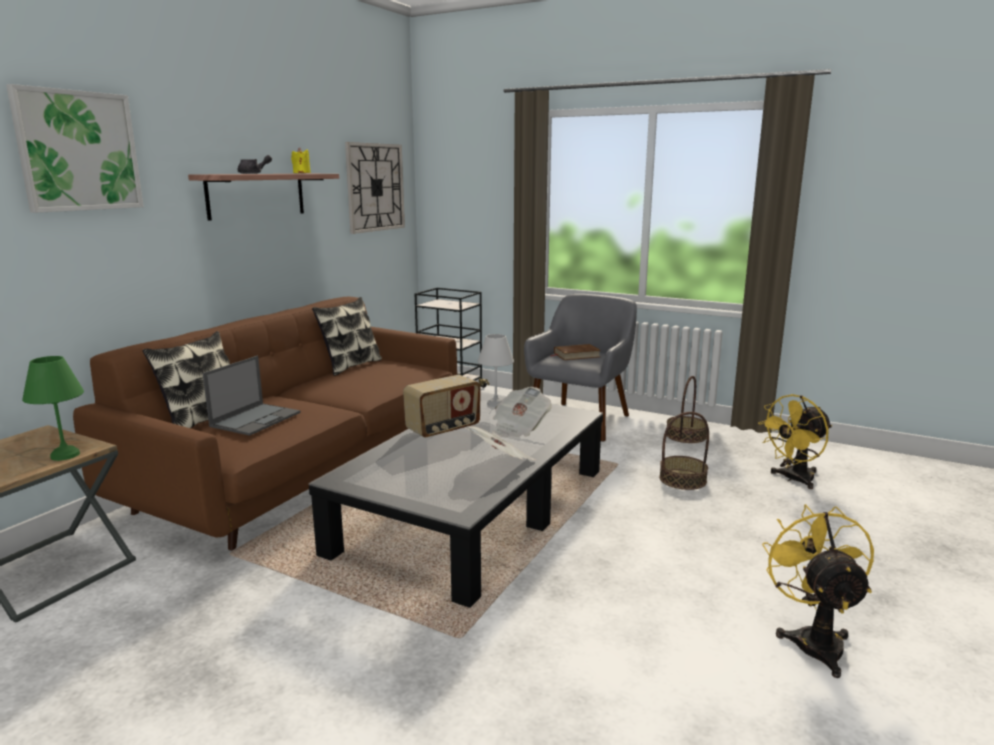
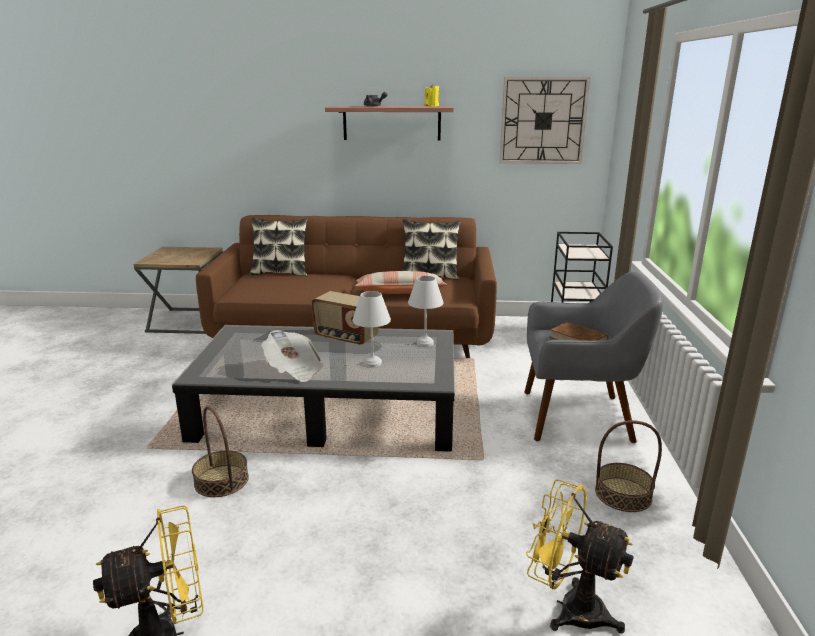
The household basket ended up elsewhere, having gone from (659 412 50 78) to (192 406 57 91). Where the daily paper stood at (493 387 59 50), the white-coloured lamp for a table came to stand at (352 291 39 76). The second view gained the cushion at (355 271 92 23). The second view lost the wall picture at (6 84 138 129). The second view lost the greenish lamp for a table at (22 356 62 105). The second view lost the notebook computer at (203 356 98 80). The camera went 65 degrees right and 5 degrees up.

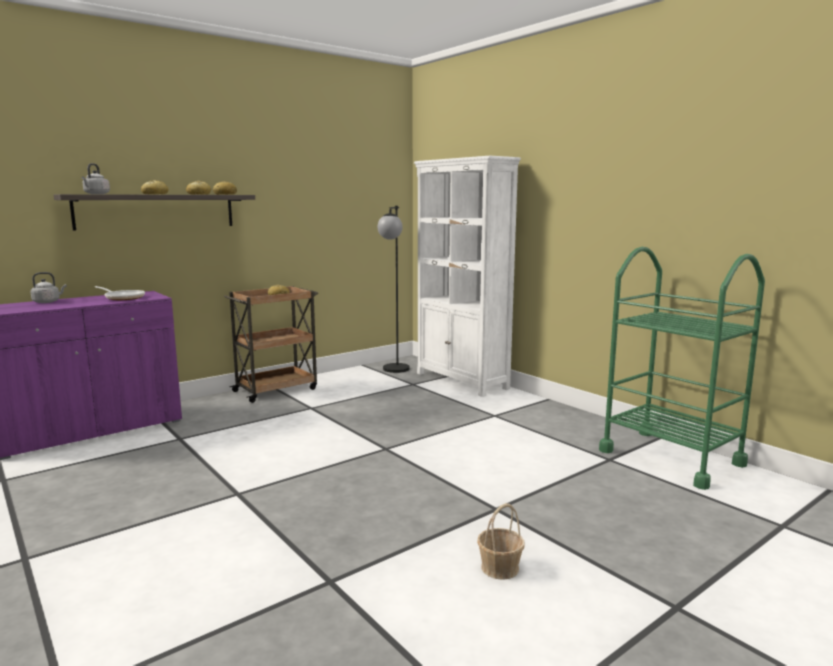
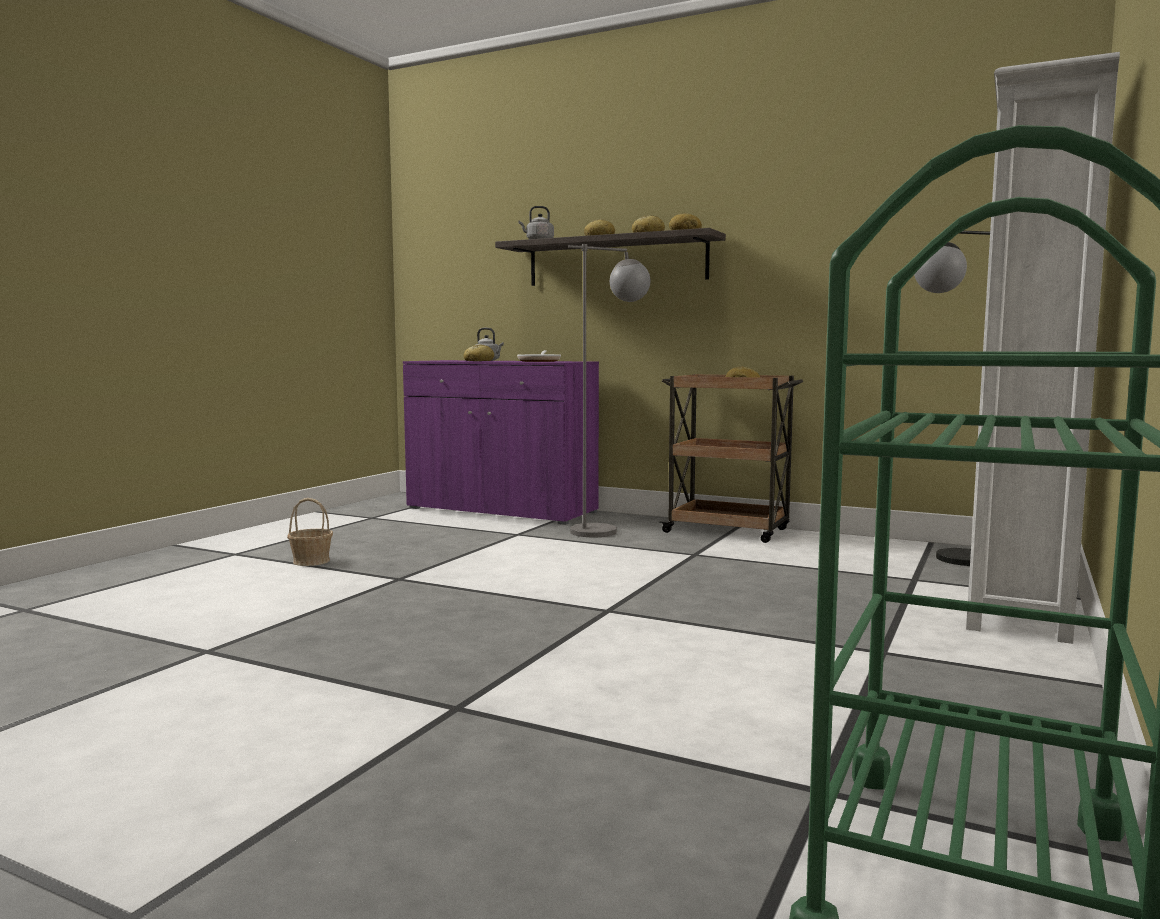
The household basket ended up elsewhere, having gone from (477 503 48 77) to (287 498 46 68). The second view gained the baked bread at (464 344 30 17). The second view gained the grey standing lamp at (568 244 82 293). The camera went 65 degrees right and 5 degrees down.

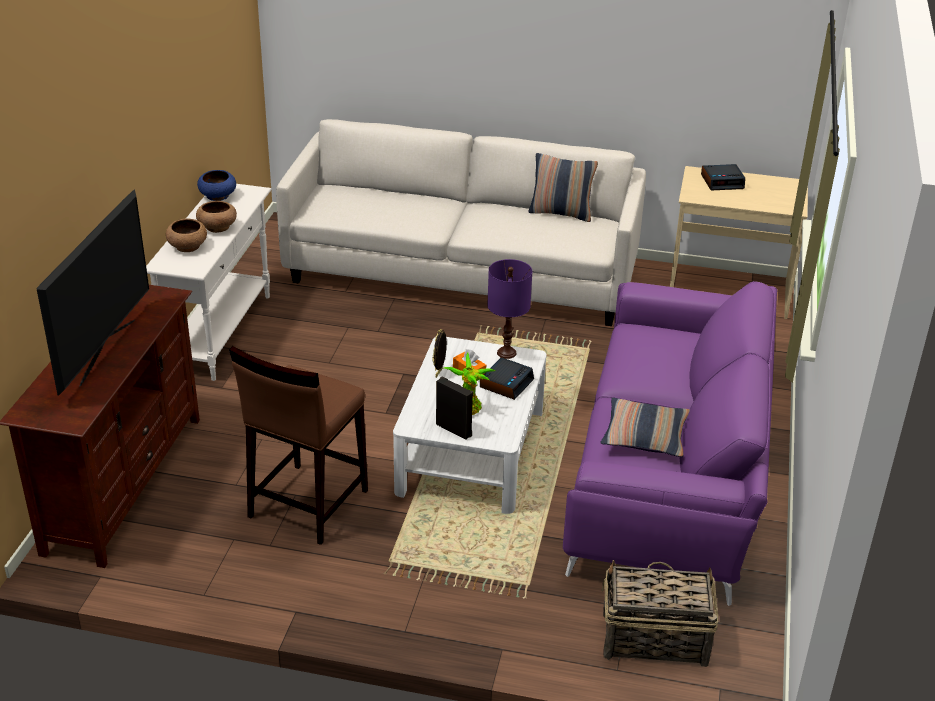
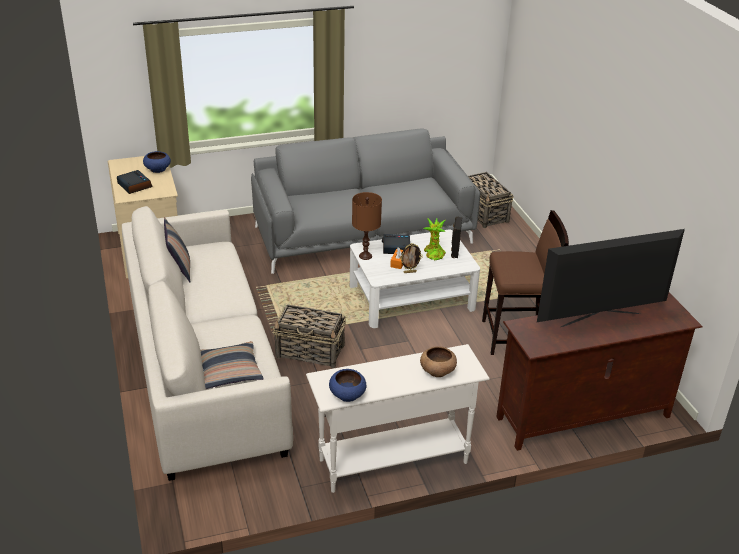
The second view gained the blue-coloured deep dish at (143 151 28 22). The cushion ended up elsewhere, having gone from (600 397 90 60) to (200 341 64 48). What was the purplish sofa at (563 281 214 325) turned into the grey sofa at (251 129 229 145). The second view gained the household basket at (273 305 73 63). What was the purplish lamp for a table at (487 259 45 100) turned into the brownish lamp for a table at (352 192 30 68). The second view lost the brownish deep dish at (196 201 41 32). The camera went 120 degrees left and 0 degrees up.

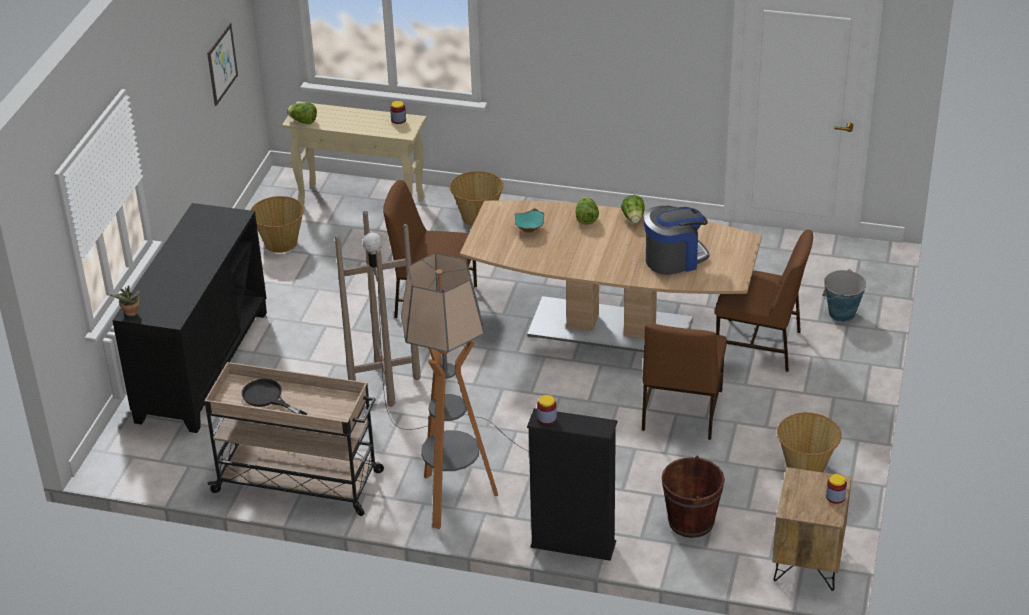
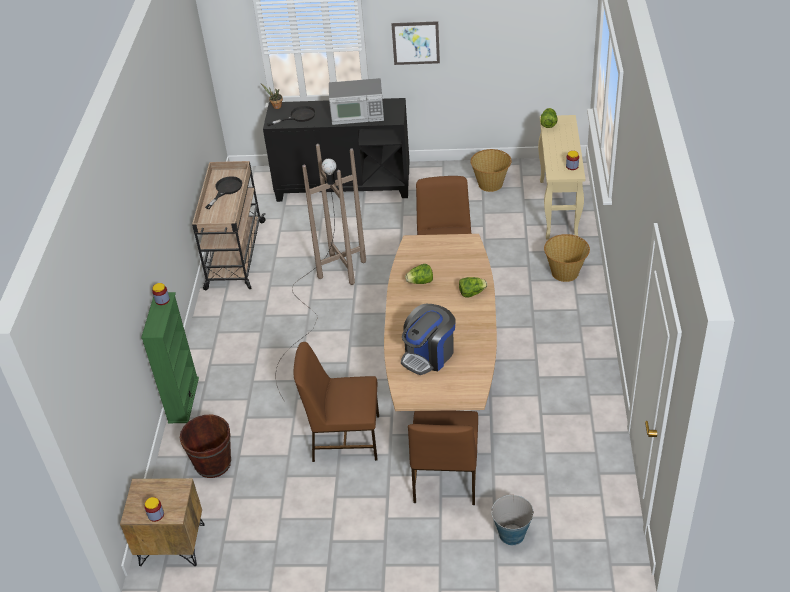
What was the black shelving unit at (527 408 91 153) turned into the greenish shelving unit at (141 292 58 131). The second view gained the black pan at (267 106 49 20). The second view gained the microwave at (329 78 55 47). The wall picture ended up elsewhere, having gone from (207 23 31 83) to (391 21 49 44). The coffee machine at (644 206 66 69) ended up facing another way, 75 degrees clockwise from before. The lettuce ended up elsewhere, having gone from (621 195 24 28) to (405 264 28 20). The second view lost the standing lamp at (401 253 97 276). The second view lost the turquoise deep dish at (515 209 29 24). The second view lost the household basket at (777 412 65 60). The camera went 80 degrees right and 5 degrees up.

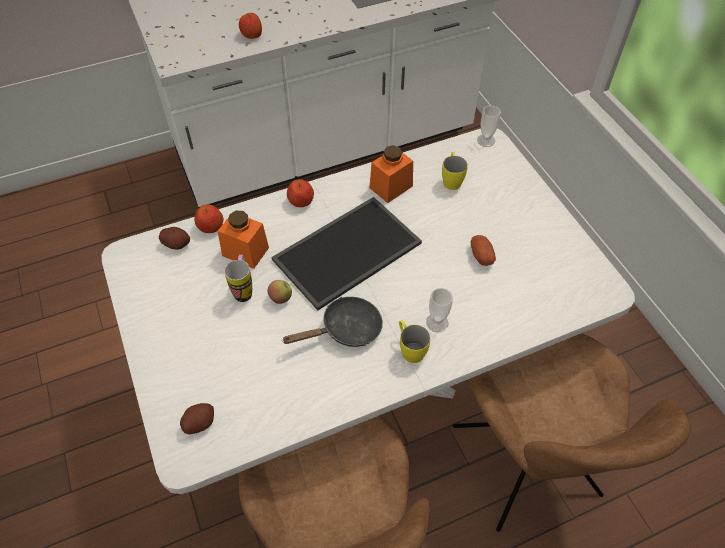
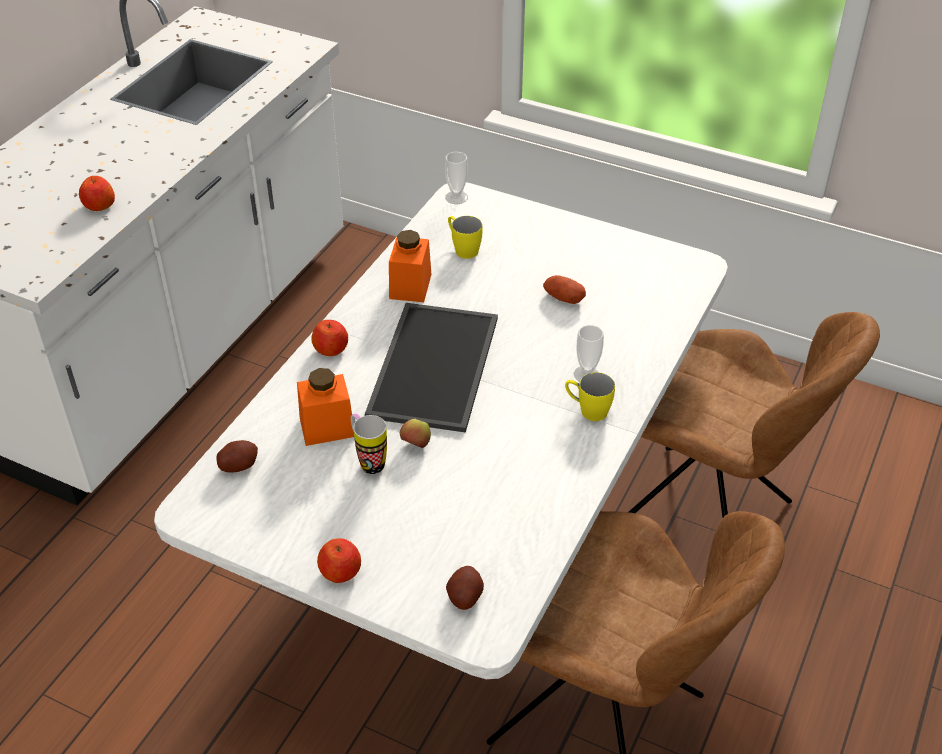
The apple fruit ended up elsewhere, having gone from (194 204 29 29) to (317 538 44 45). The second view lost the black pan at (282 297 101 50). The camera went 40 degrees left and 10 degrees down.

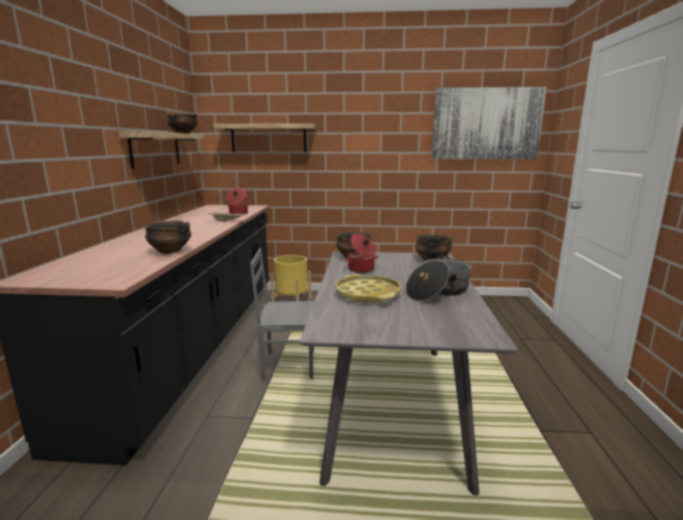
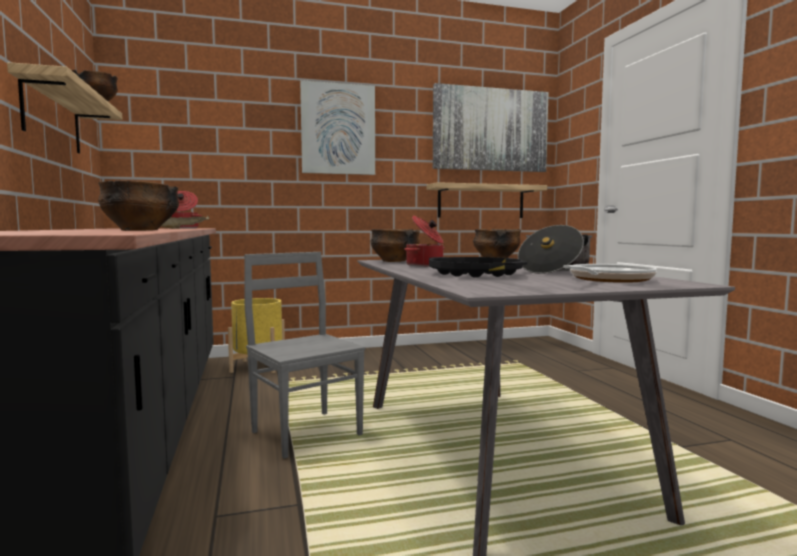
The grey upright chair at (250 248 64 133) ended up facing another way, 75 degrees clockwise from before. The second view gained the wall picture at (300 80 75 95). The shelf ended up elsewhere, having gone from (213 123 103 29) to (426 182 121 36). What was the yellow serving tray at (335 274 66 29) turned into the black serving tray at (429 257 98 21). The second view gained the pan at (563 264 94 19). The camera went 20 degrees left and 10 degrees down.

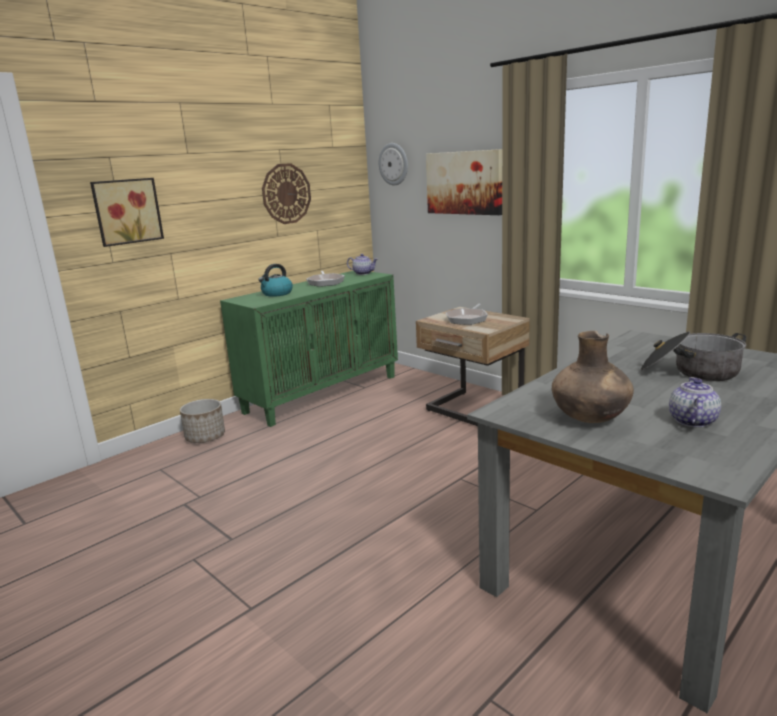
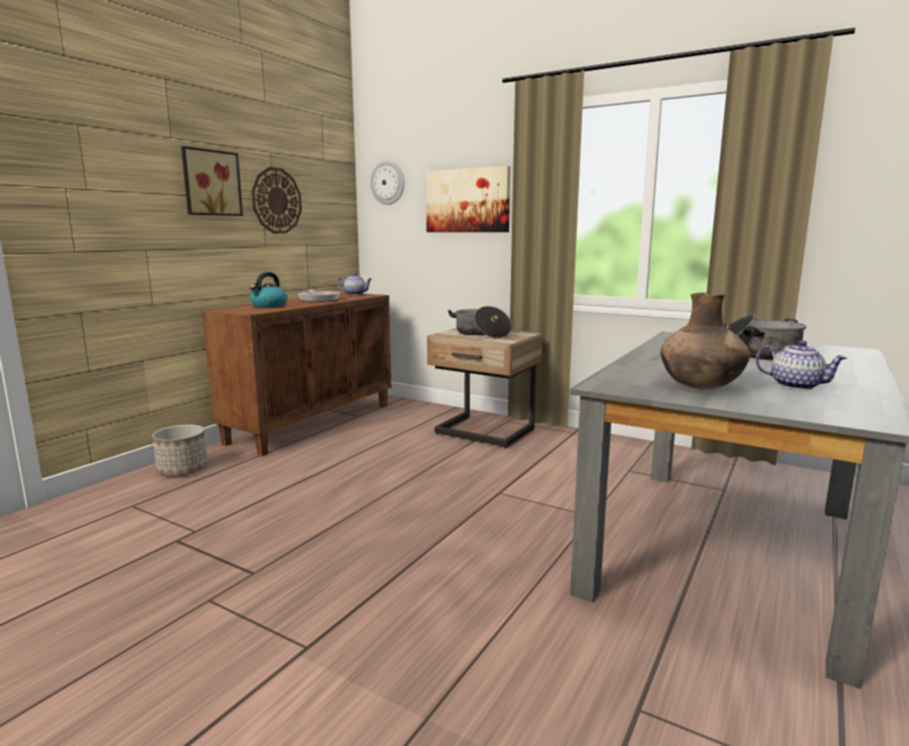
The wall picture ended up elsewhere, having gone from (90 178 74 69) to (181 146 62 70). What was the greenish cabinet at (220 271 178 156) turned into the brownish cabinet at (202 292 189 164). Where the pan stood at (446 303 42 22), the saucepot came to stand at (448 306 64 32). The tea pot at (669 377 52 51) ended up facing another way, 120 degrees clockwise from before. The camera went 15 degrees left and 5 degrees down.

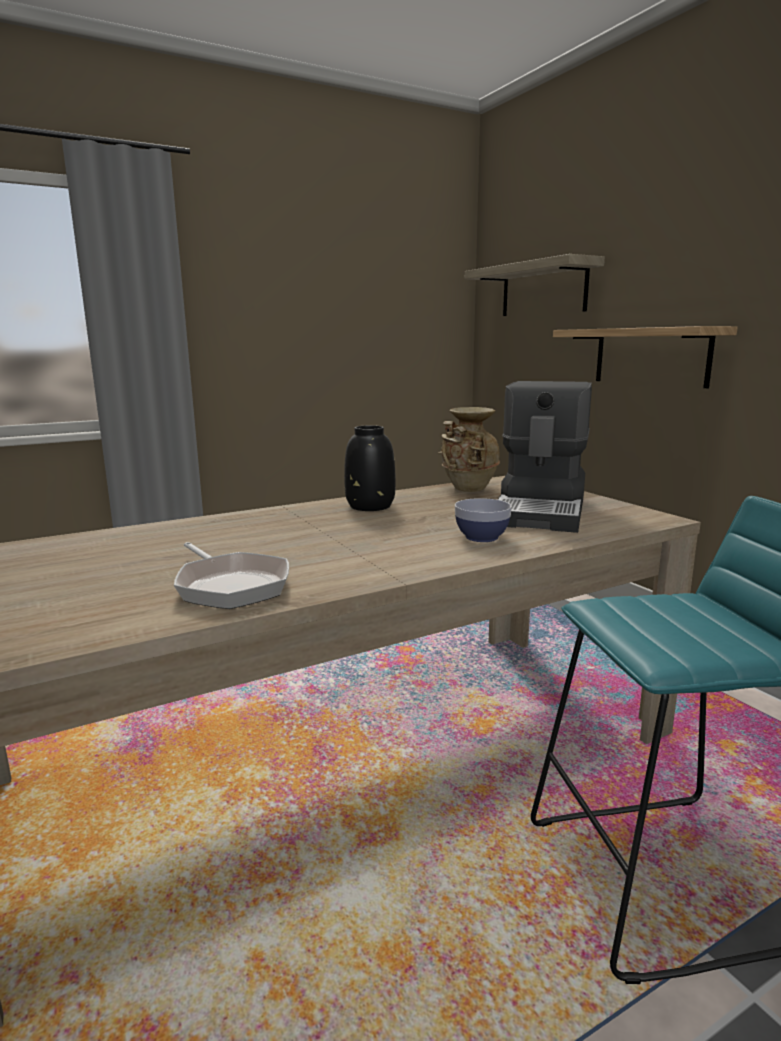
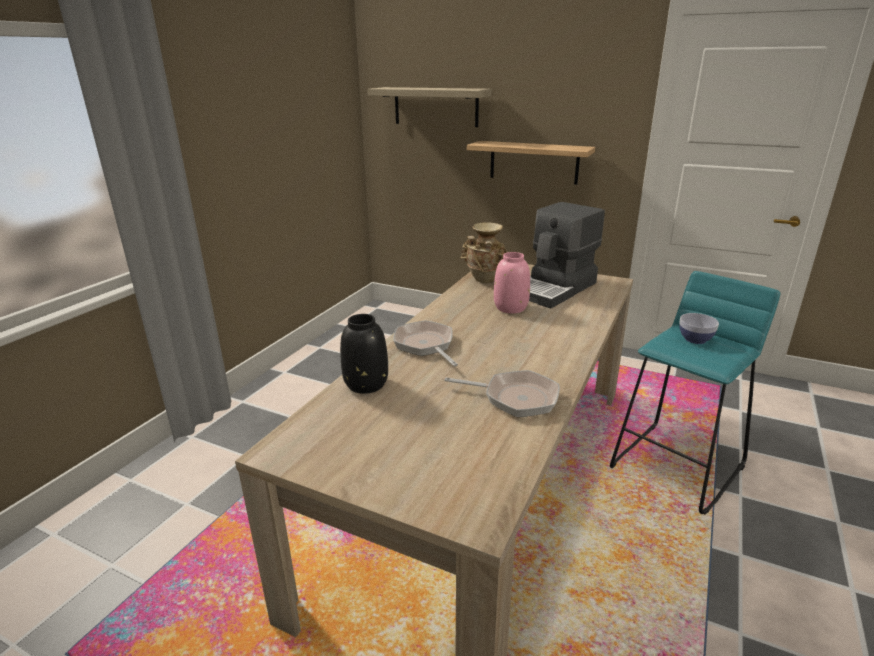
The black decorative vase ended up elsewhere, having gone from (344 425 52 86) to (340 314 48 80). The second view gained the pan at (393 320 65 47). The second view gained the pink decorative vase at (494 252 36 62). The coffee machine at (497 381 95 152) ended up facing another way, 60 degrees clockwise from before. The deep dish ended up elsewhere, having gone from (455 498 57 44) to (679 313 40 31). The camera went 35 degrees left and 10 degrees up.

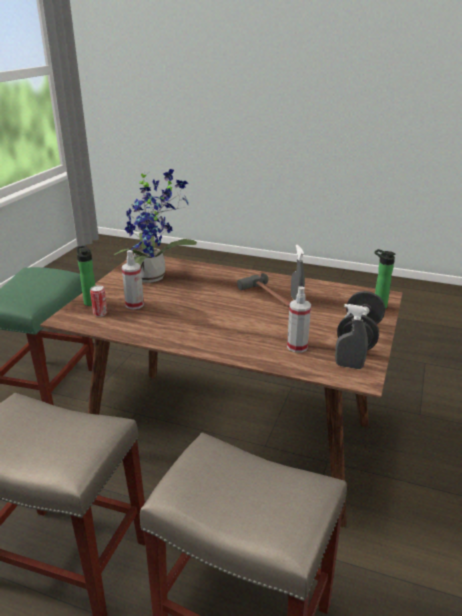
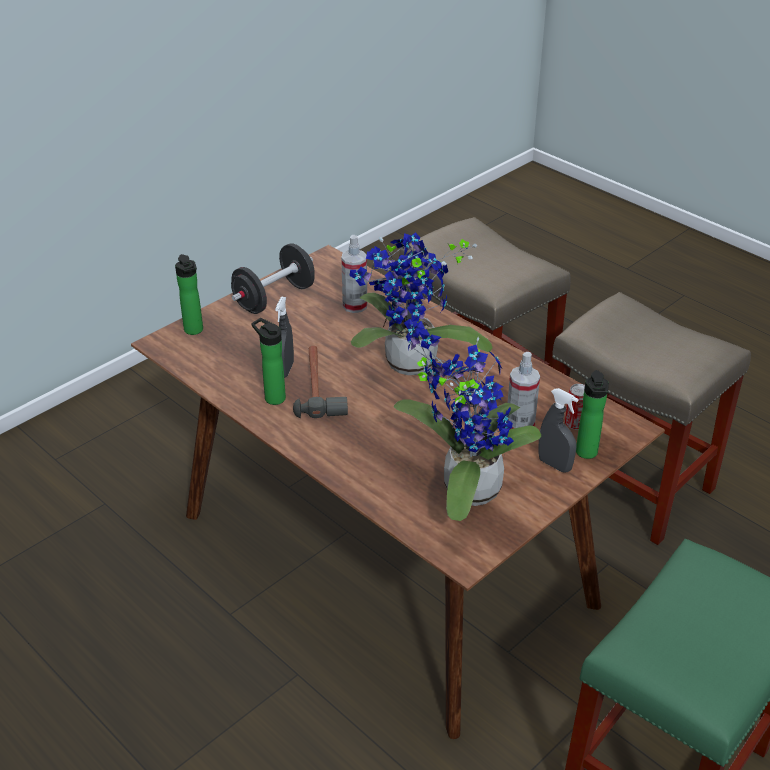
The second view gained the bottle at (252 318 34 87). The second view gained the houseplant at (349 232 144 143). The grey sprayer ended up elsewhere, having gone from (335 304 33 65) to (538 388 41 84). The camera went 155 degrees left and 10 degrees up.

